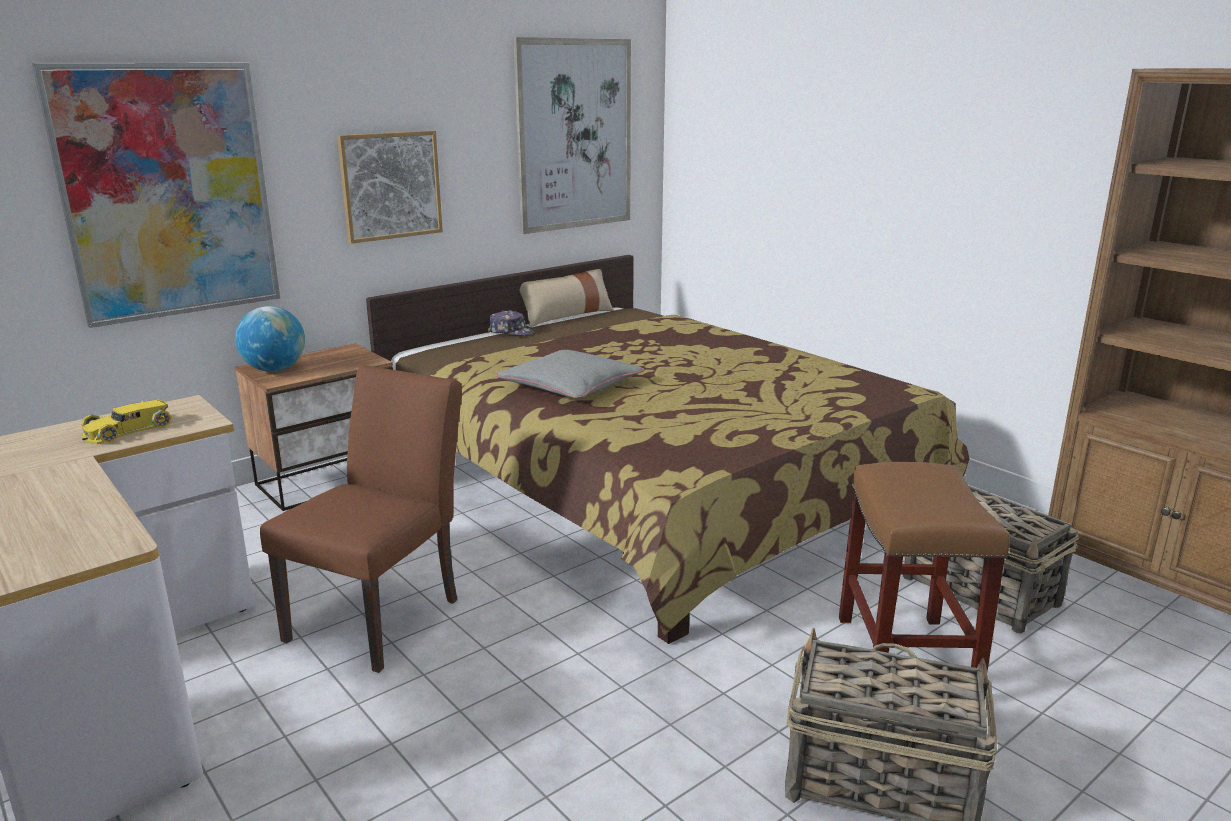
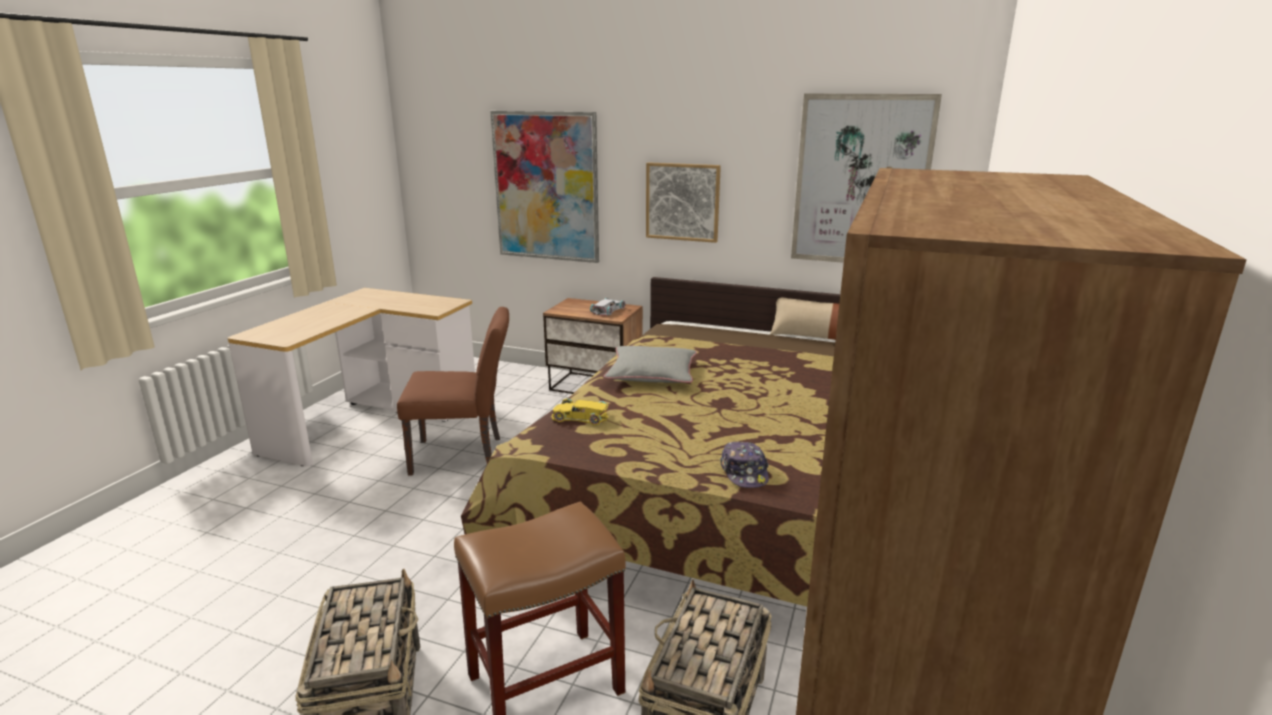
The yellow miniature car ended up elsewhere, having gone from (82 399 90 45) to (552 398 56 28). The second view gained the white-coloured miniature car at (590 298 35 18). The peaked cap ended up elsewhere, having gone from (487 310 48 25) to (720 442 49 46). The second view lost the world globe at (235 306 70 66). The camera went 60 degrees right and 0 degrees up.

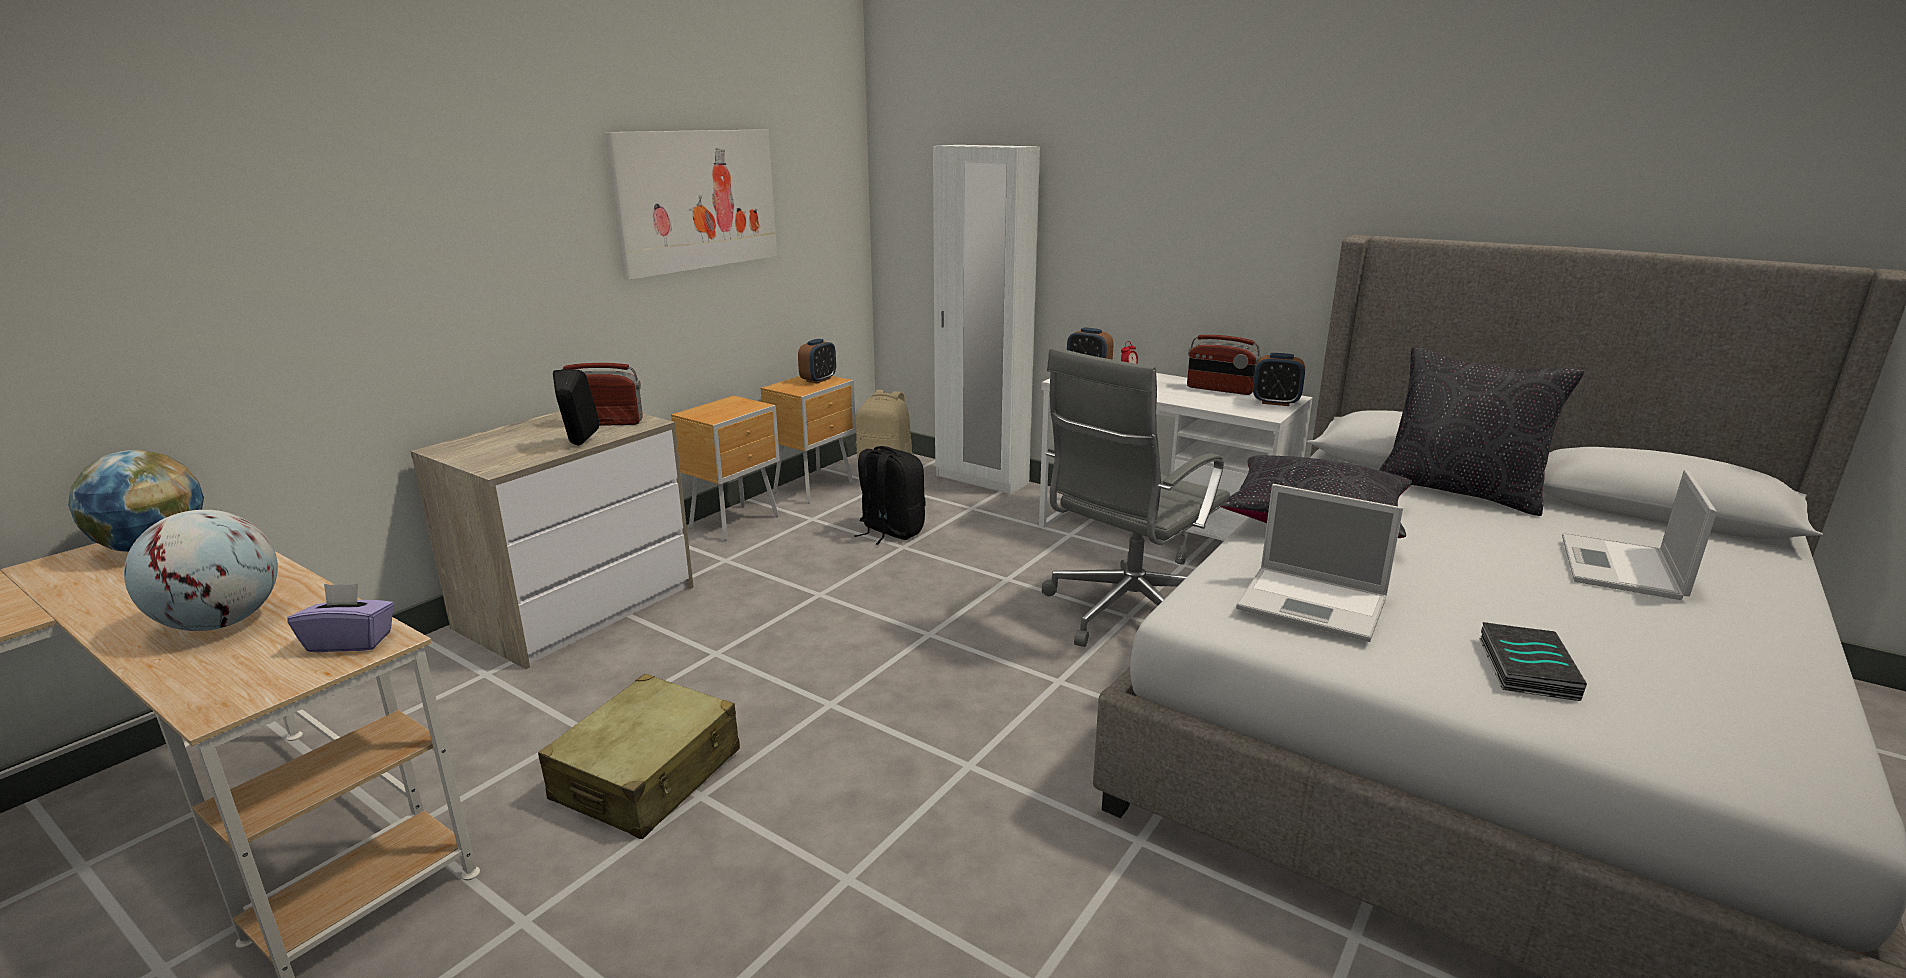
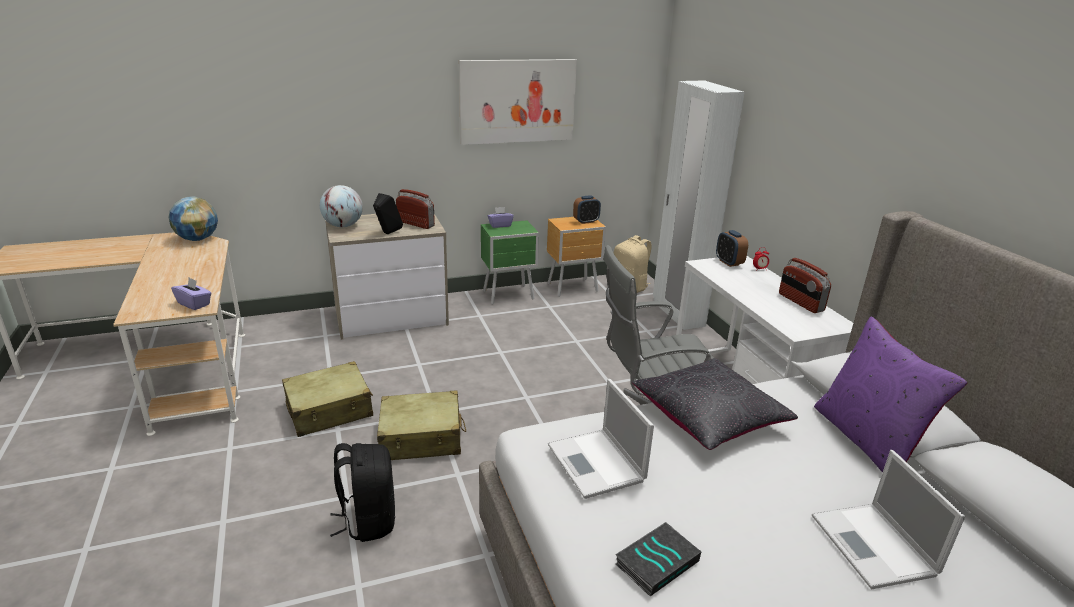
The world globe ended up elsewhere, having gone from (124 510 154 121) to (320 185 43 42). The black knapsack ended up elsewhere, having gone from (854 446 71 99) to (330 443 65 99). The second view gained the beige-coloured piece of luggage at (377 390 89 70). What was the brownish bedside table at (671 396 109 145) turned into the greenish bedside table at (481 220 58 84). The second view gained the purplish tissue holder at (488 207 26 21). The notebook computer at (1562 470 155 130) ended up facing another way, 75 degrees counterclockwise from before. What was the black cushion at (1379 347 205 169) turned into the purplish cushion at (814 317 153 156). The second view lost the table clock at (1253 353 52 53). The camera went 35 degrees right and 5 degrees up.

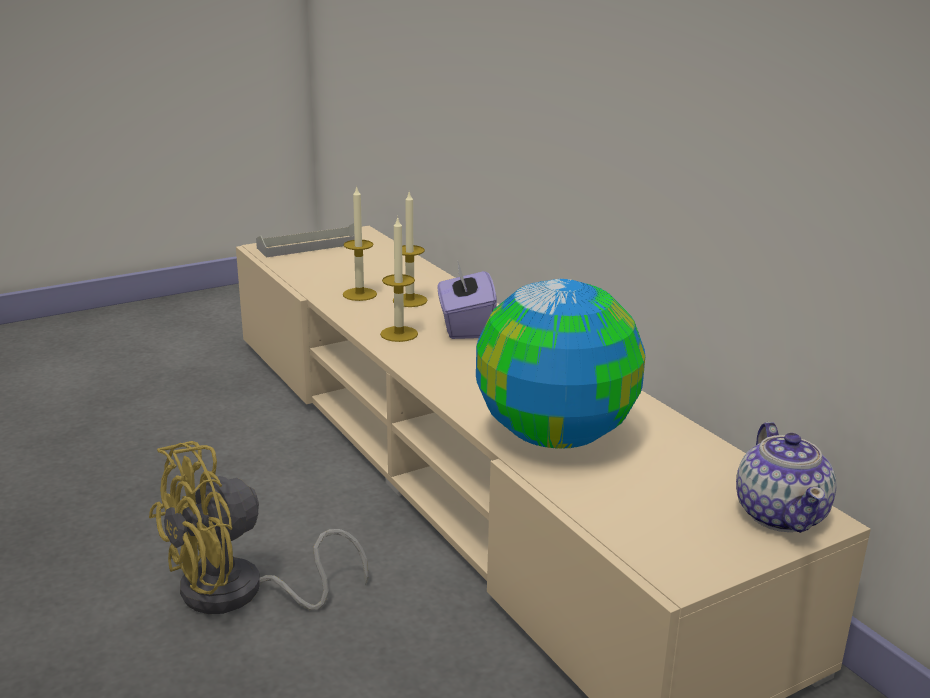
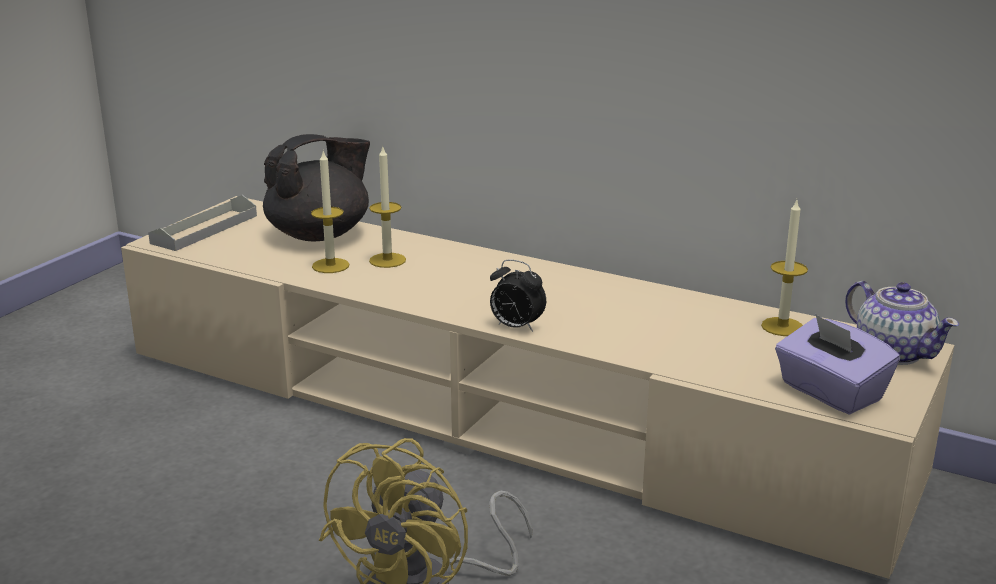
The second view gained the black tea pot at (263 134 107 107). The second view gained the table clock at (490 260 56 72). The candle ended up elsewhere, having gone from (380 216 38 126) to (761 200 47 136). The purplish tissue holder ended up elsewhere, having gone from (438 262 59 77) to (775 314 125 101). The second view lost the world globe at (476 279 169 170). The camera went 30 degrees left and 0 degrees up.

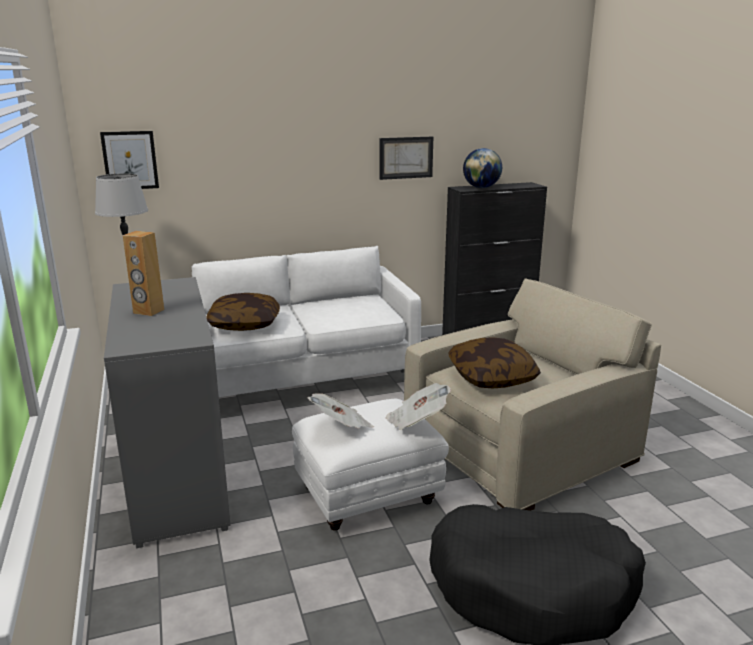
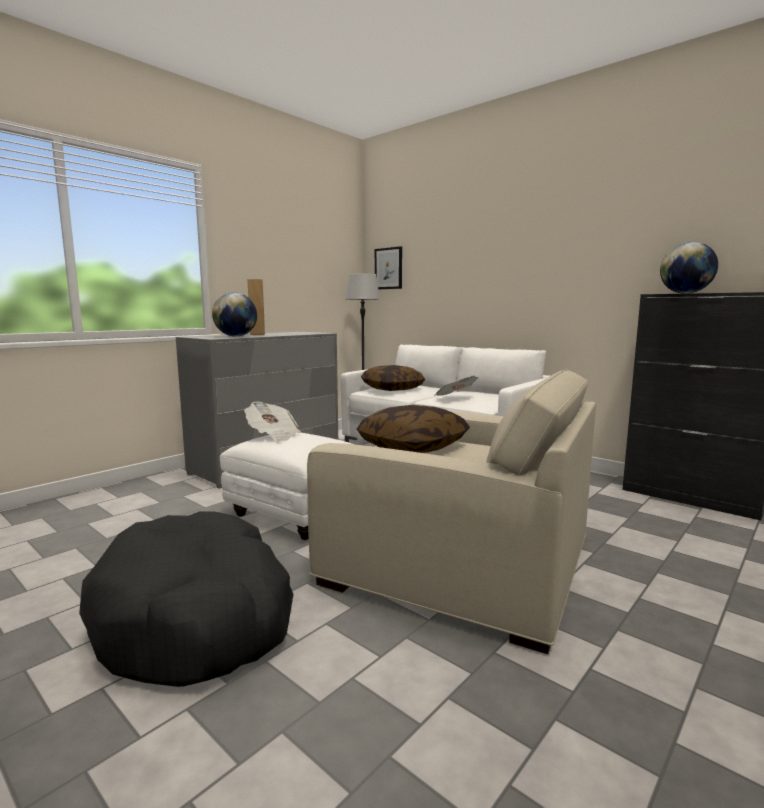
The second view gained the world globe at (212 292 45 44). The daily paper ended up elsewhere, having gone from (386 383 65 47) to (434 376 44 20). The second view lost the wall picture at (379 136 54 44). The camera went 60 degrees right and 10 degrees down.

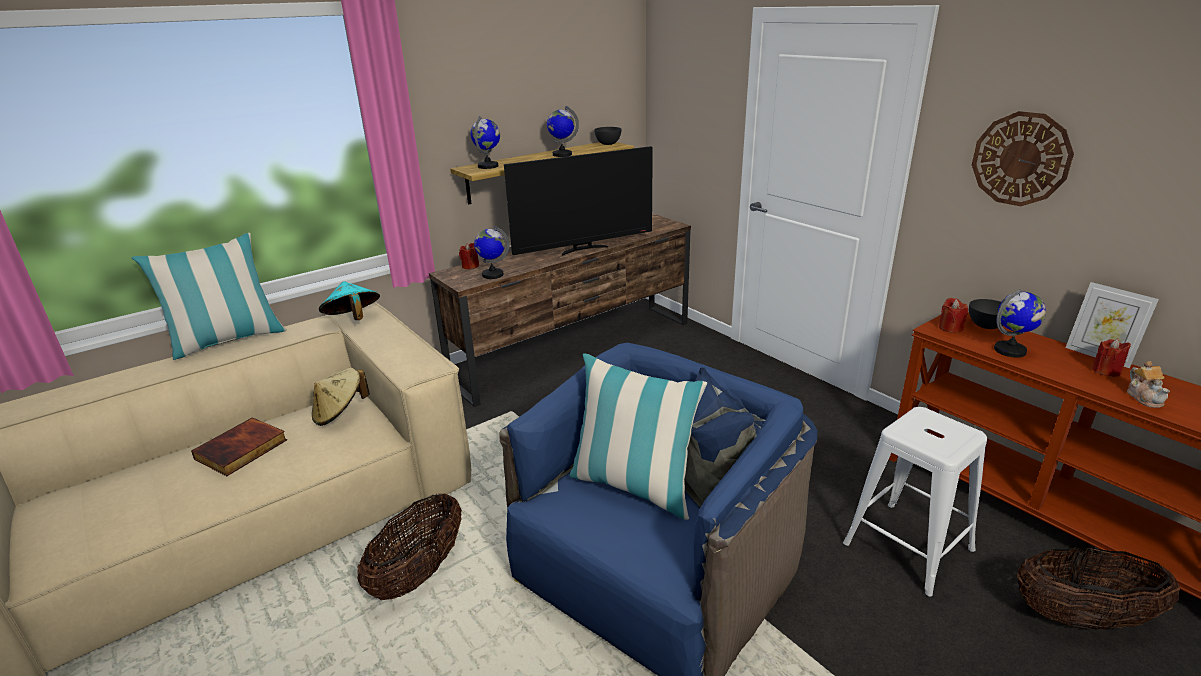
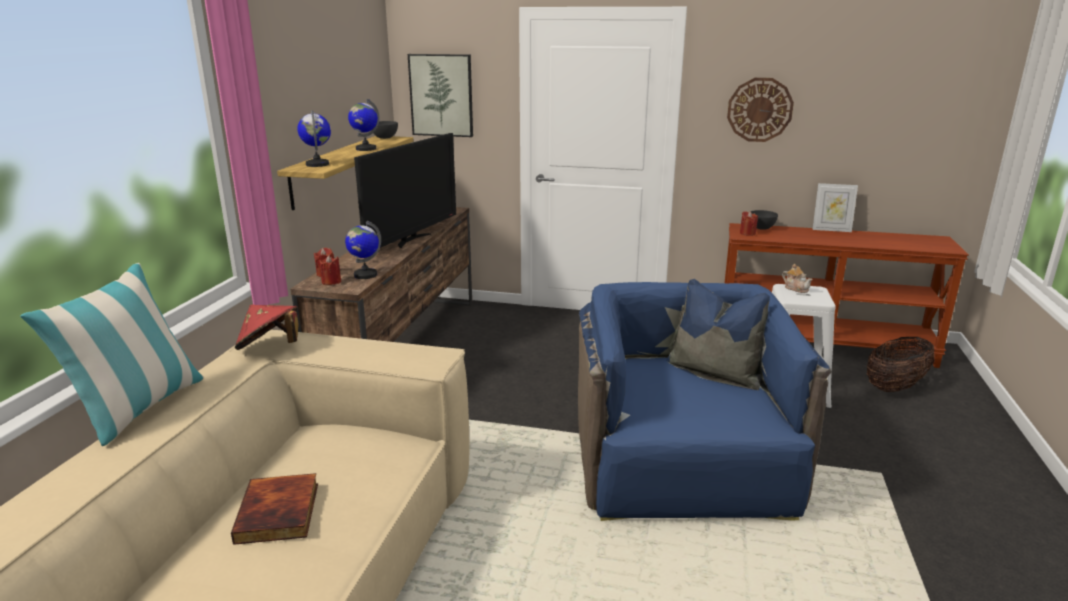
What was the turquoise wearable hat at (319 281 61 39) turned into the reddish wearable hat at (235 305 64 45). The reddish candle ended up elsewhere, having gone from (1092 339 39 38) to (319 255 22 30). The second view gained the wall picture at (408 54 65 83). The tea pot ended up elsewhere, having gone from (1127 361 43 47) to (782 264 31 29). The second view lost the beige-coloured wearable hat at (312 368 58 58). The second view lost the household basket at (357 493 105 107). The second view lost the cushion at (569 353 138 167). The second view lost the world globe at (994 289 52 69). The camera went 40 degrees left and 5 degrees down.

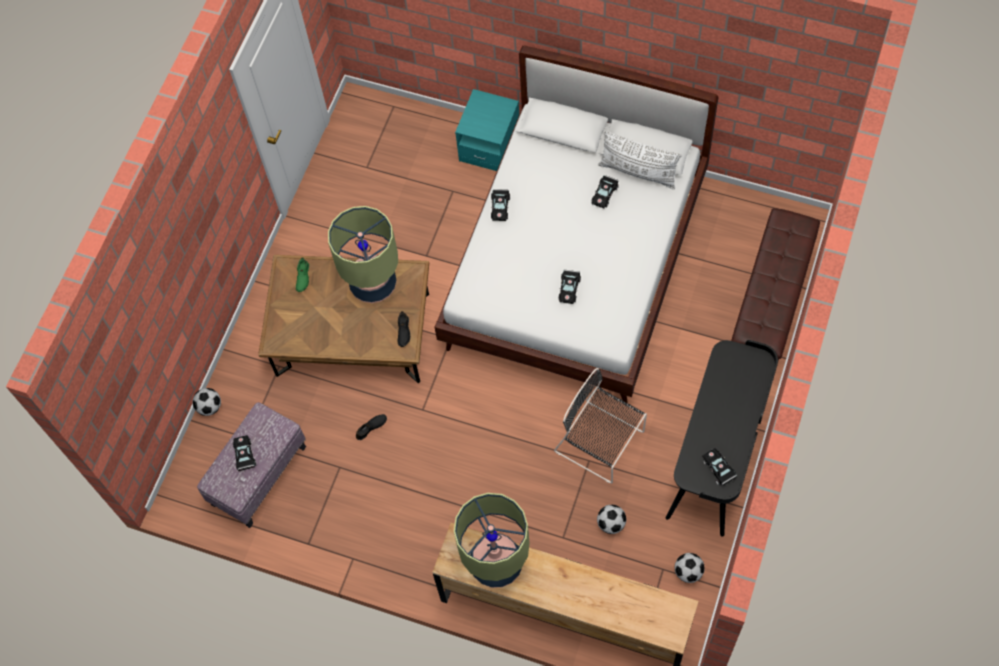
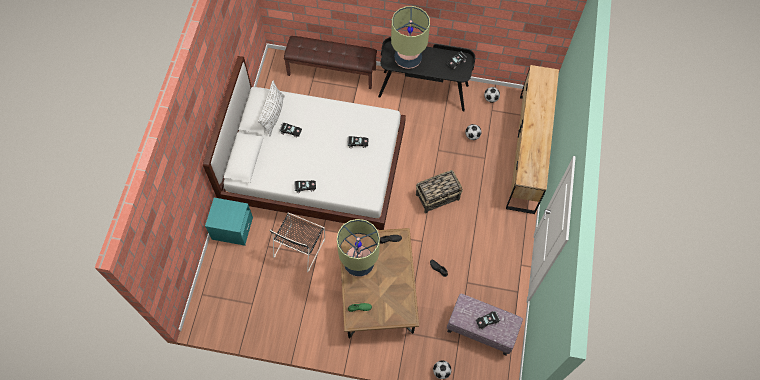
The black upright chair ended up elsewhere, having gone from (554 368 93 115) to (269 212 56 60). The lamp for a table ended up elsewhere, having gone from (454 493 76 95) to (391 6 39 63). The second view gained the household basket at (416 170 47 43). The camera went 105 degrees left and 0 degrees up.

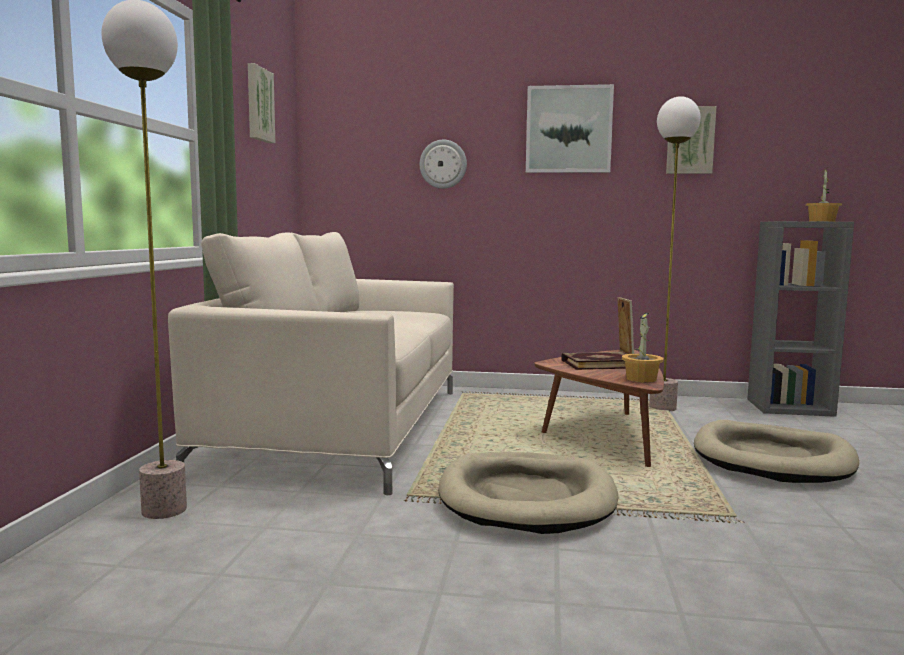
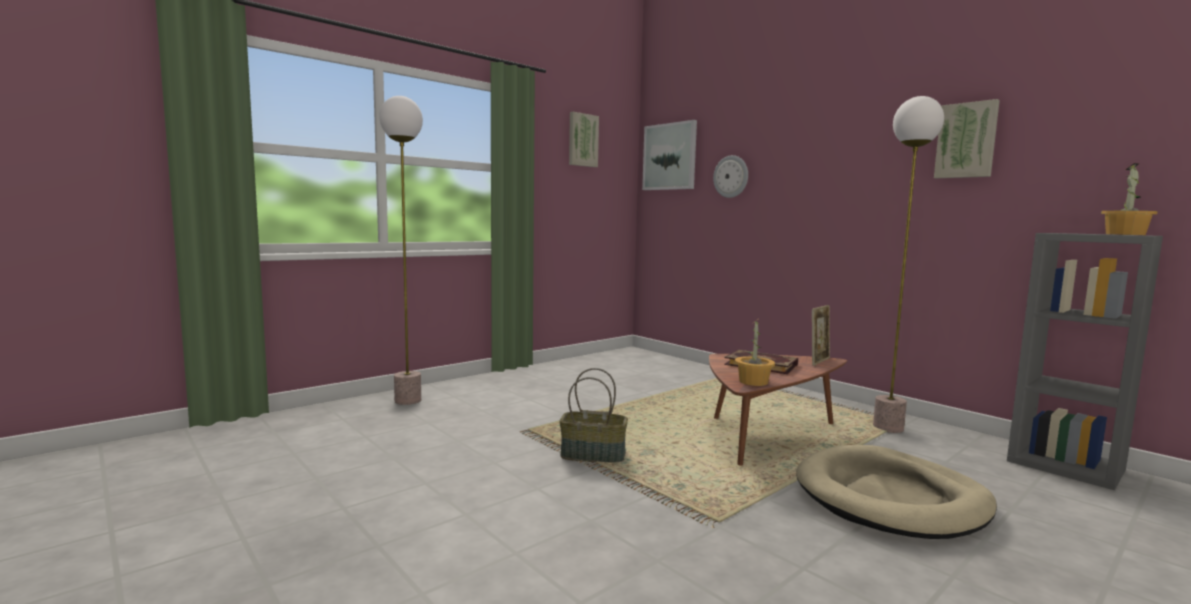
Where the beige-coloured dog bed stood at (439 452 179 82), the household basket came to stand at (560 368 68 95). The wall picture ended up elsewhere, having gone from (526 84 88 89) to (642 120 55 70). The second view lost the beige-coloured sofa at (168 232 286 263). The camera went 40 degrees right and 0 degrees up.

